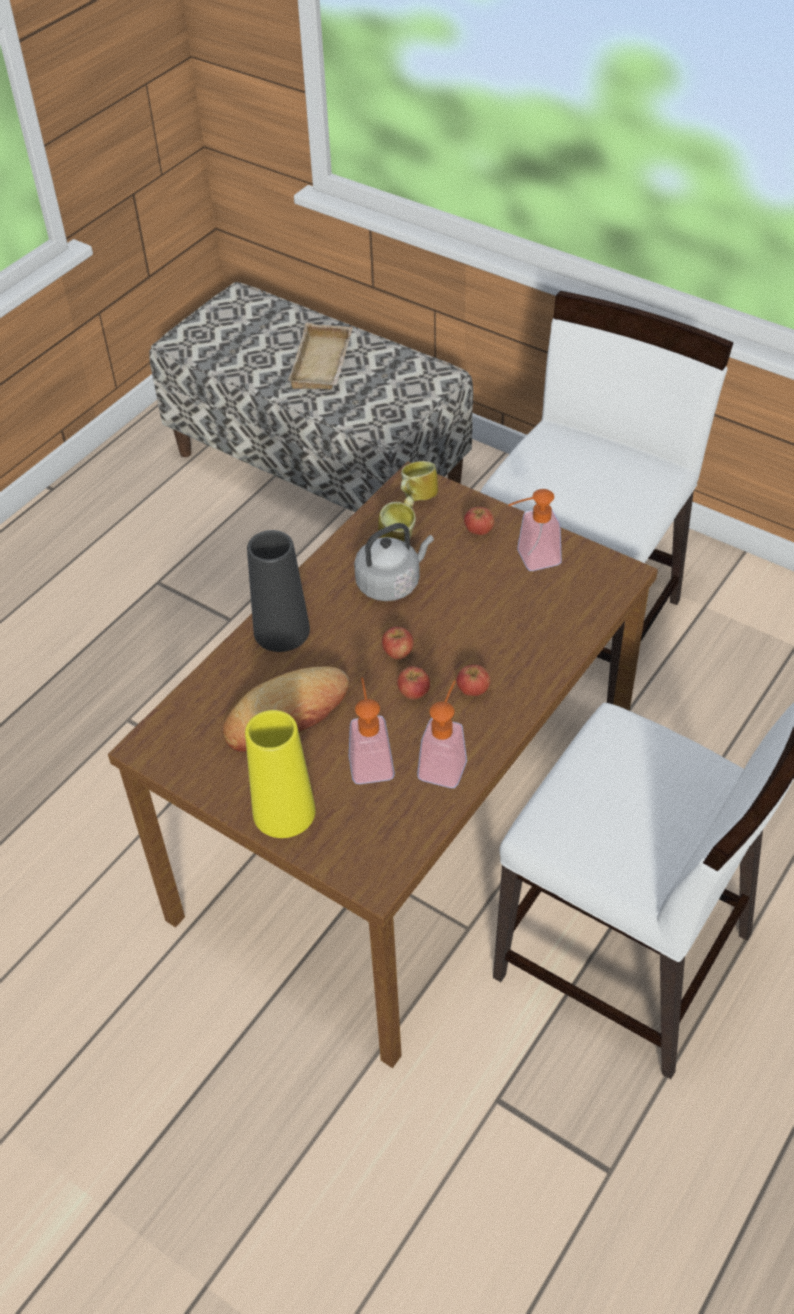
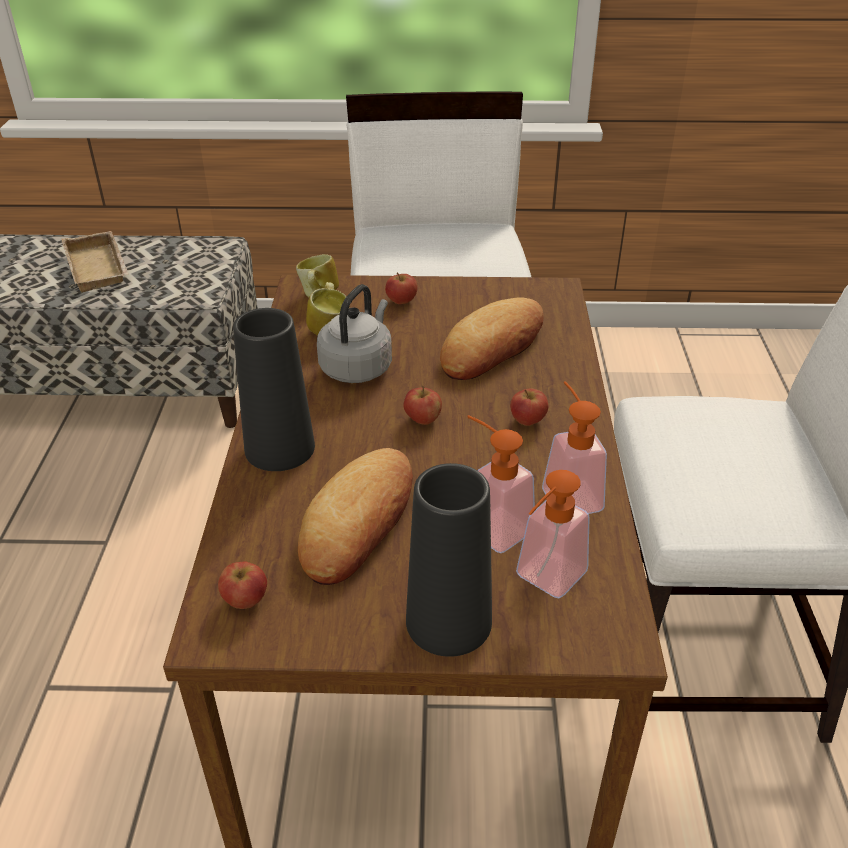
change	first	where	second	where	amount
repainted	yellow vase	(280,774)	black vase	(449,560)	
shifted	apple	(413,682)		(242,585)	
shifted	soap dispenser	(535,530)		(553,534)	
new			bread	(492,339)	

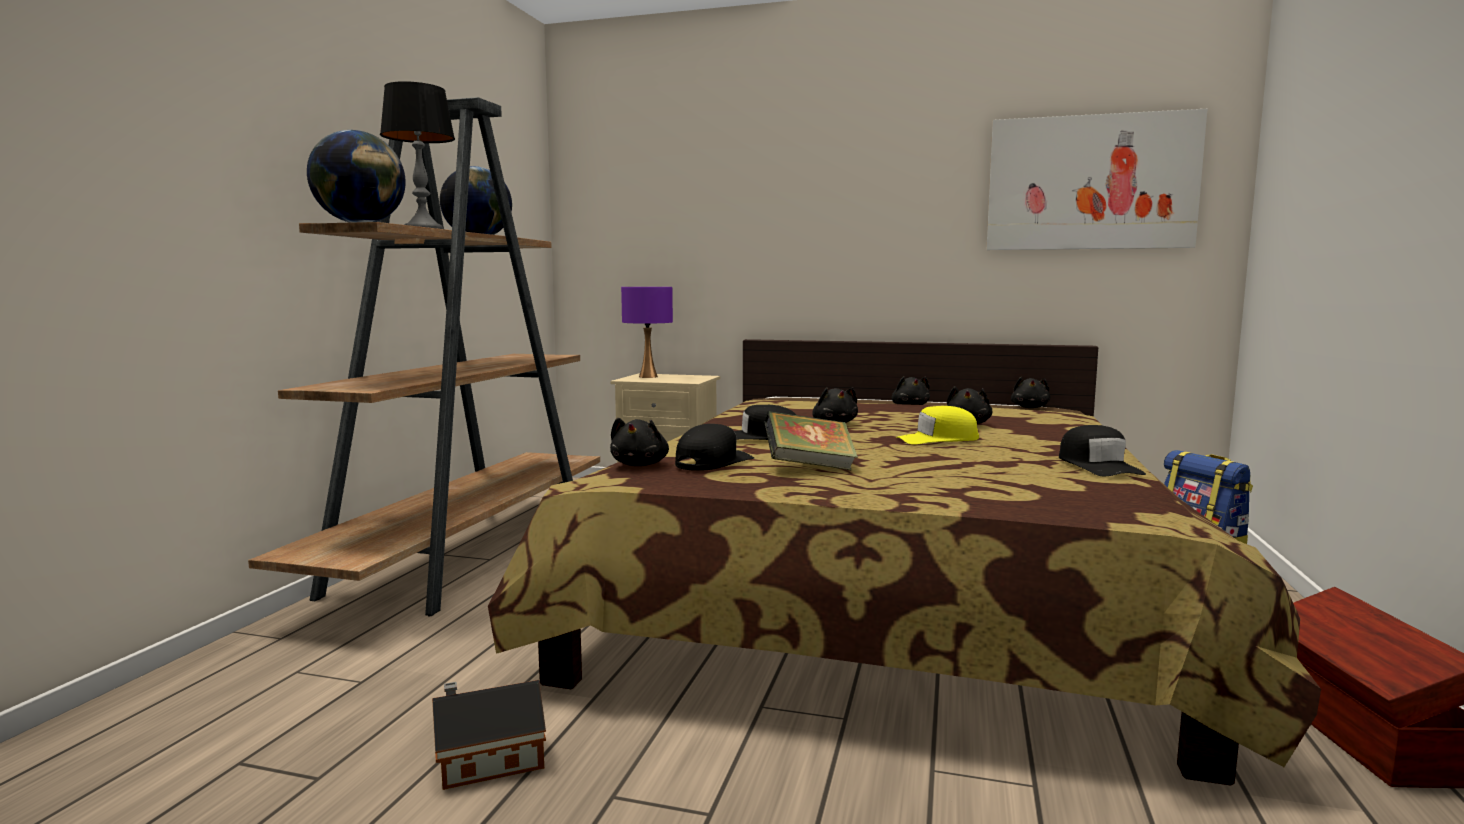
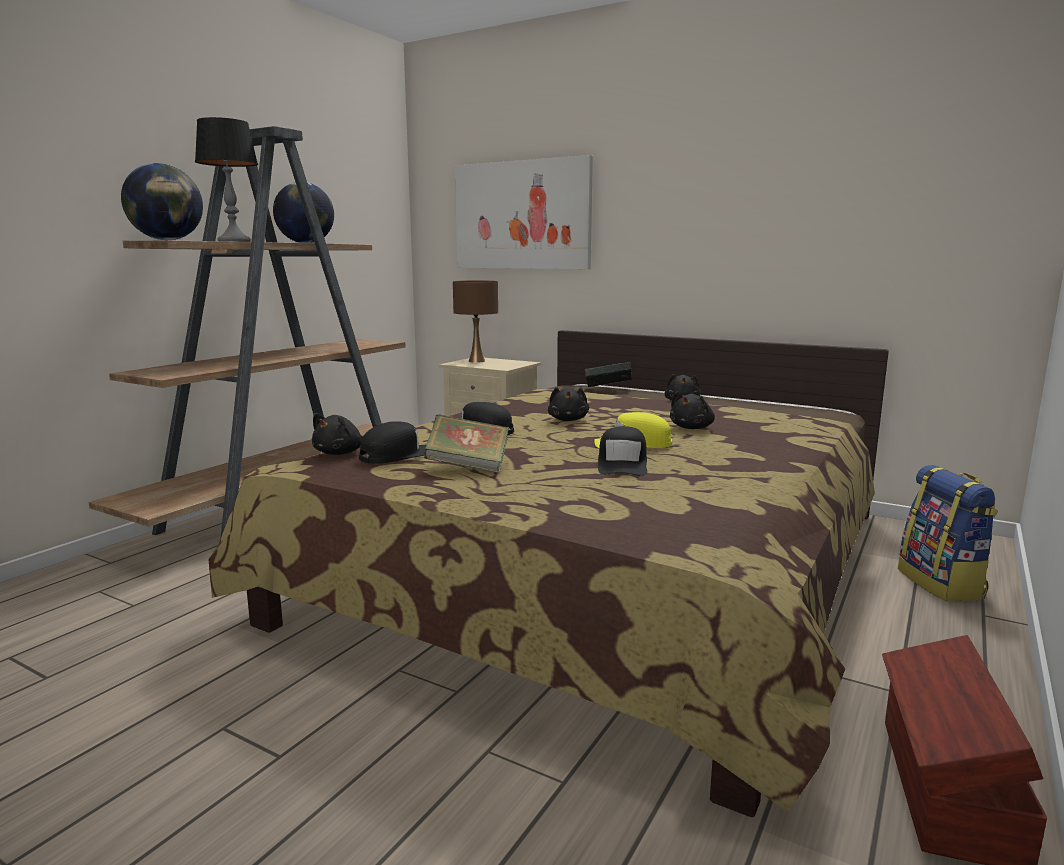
change	first	where	second	where	amount
gone	toy house	(489,735)			
repainted	purple table lamp	(647,332)	brown table lamp	(475,322)	
shifted	picture	(1097,179)		(524,212)	
gone	black plush toy	(1030,392)			
shifted	black cap	(1102,450)		(622,451)	
new			book	(608,374)	

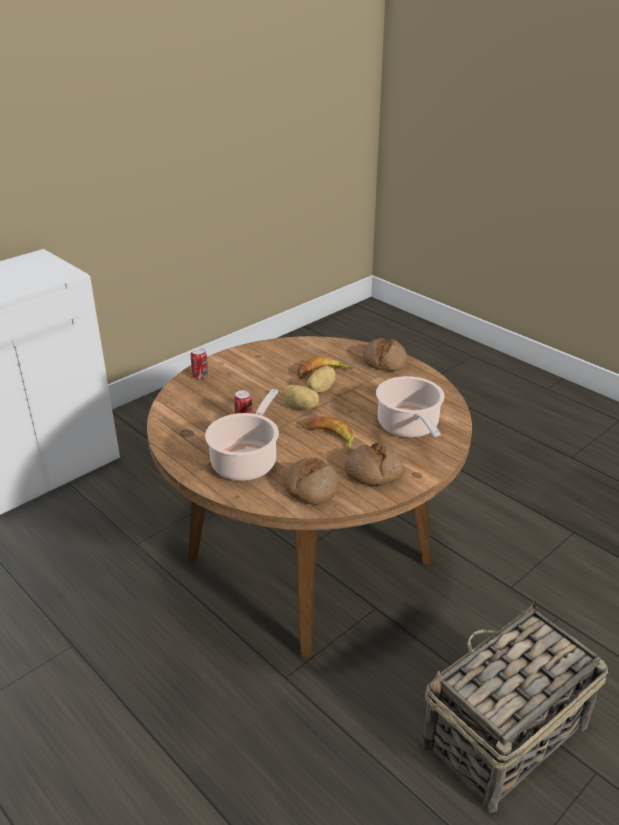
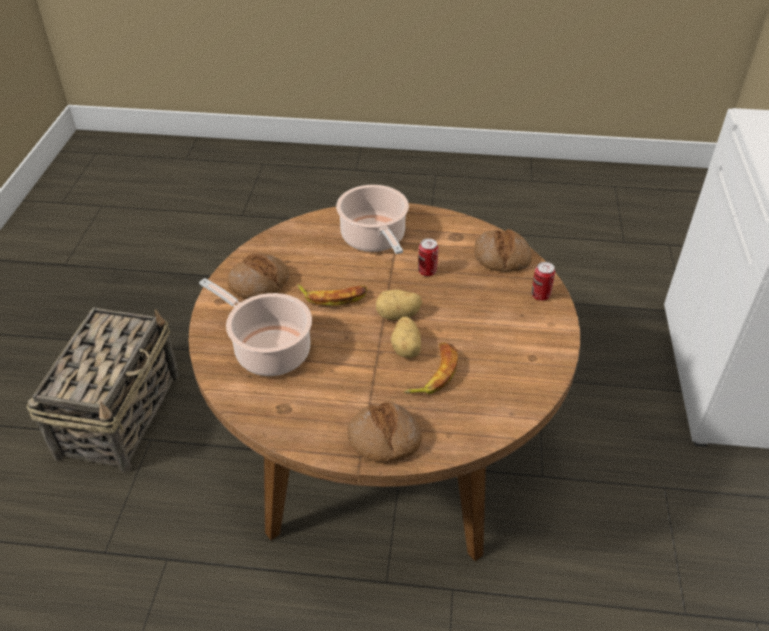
change	first	where	second	where	amount
shifted	bread	(311,481)		(503,250)	

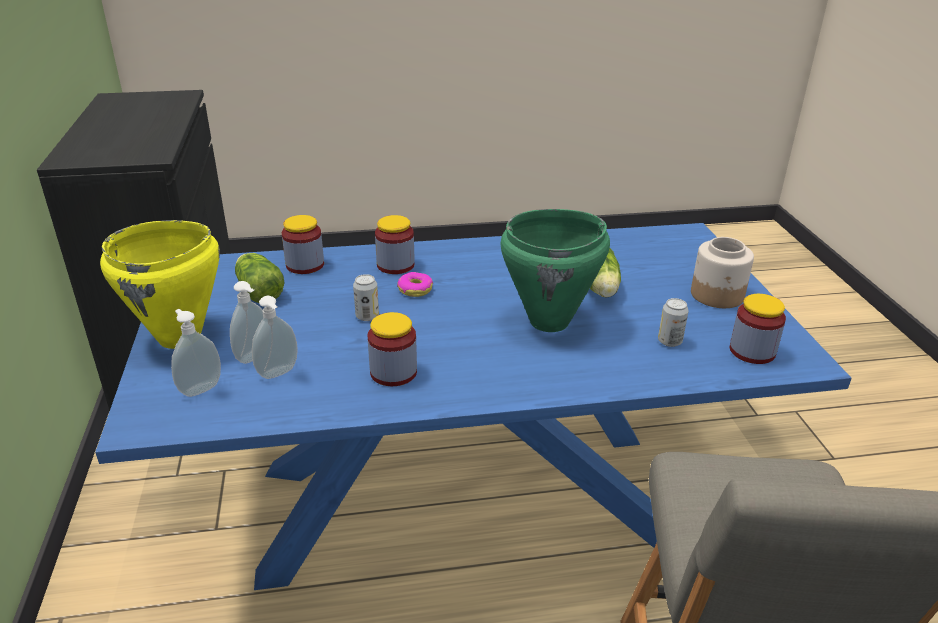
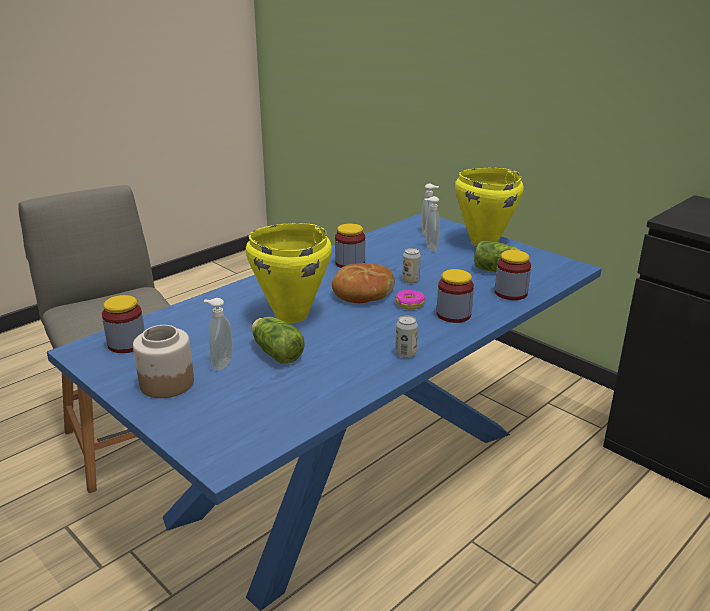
change	first	where	second	where	amount
shifted	soap dispenser	(275,337)		(218,334)	
repainted	green cooking pot	(555,270)	yellow cooking pot	(289,273)	
shifted	can	(673,322)		(406,337)	
new			bread	(363,283)	

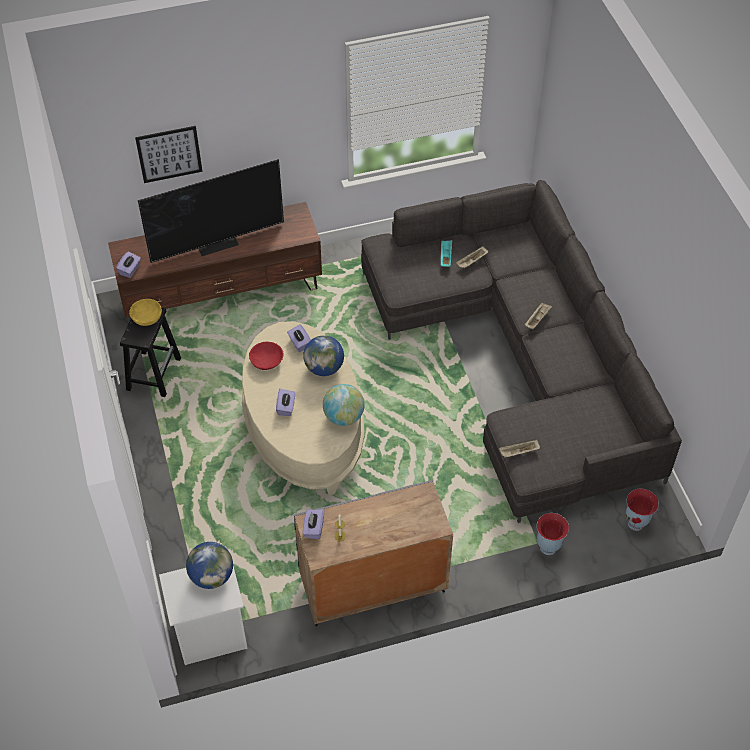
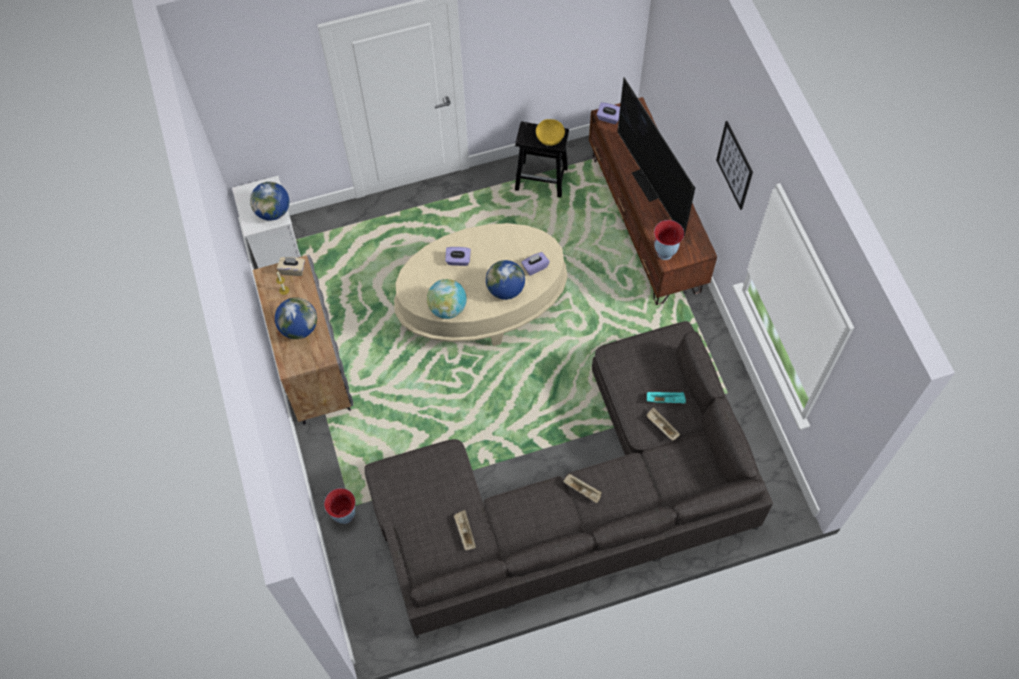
change	first	where	second	where	amount
shifted	picture	(168,154)		(734,165)	
gone	red bowl	(266,356)			
repainted	purple tissue box	(313,524)	beige tissue box	(291,266)	
shifted	beige tray	(519,449)		(465,530)	
shifted	vase	(642,510)		(669,240)	
new			globe	(296,318)	

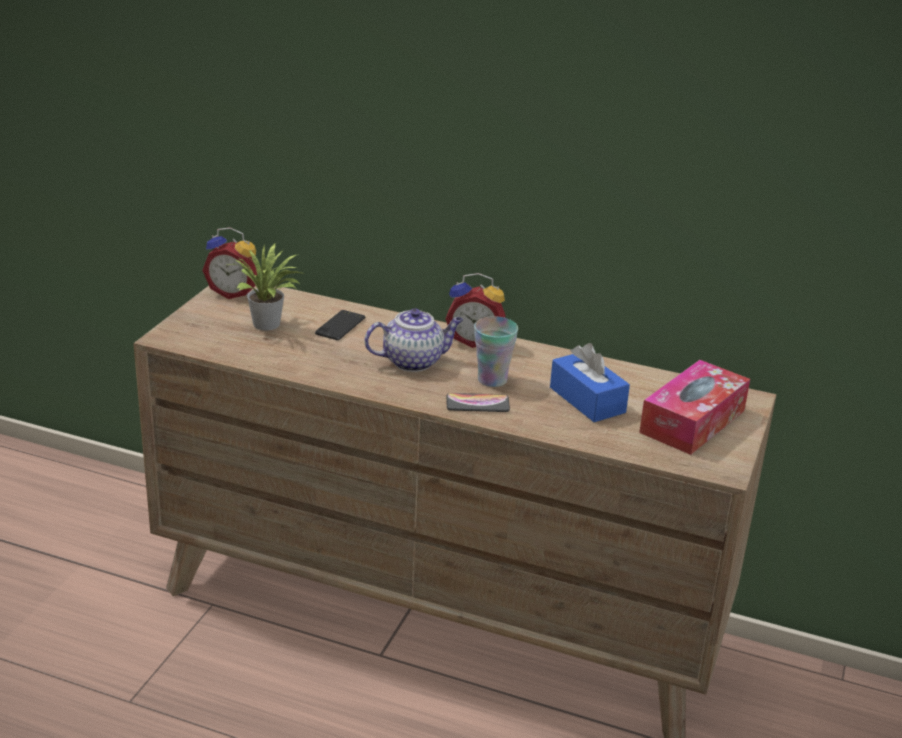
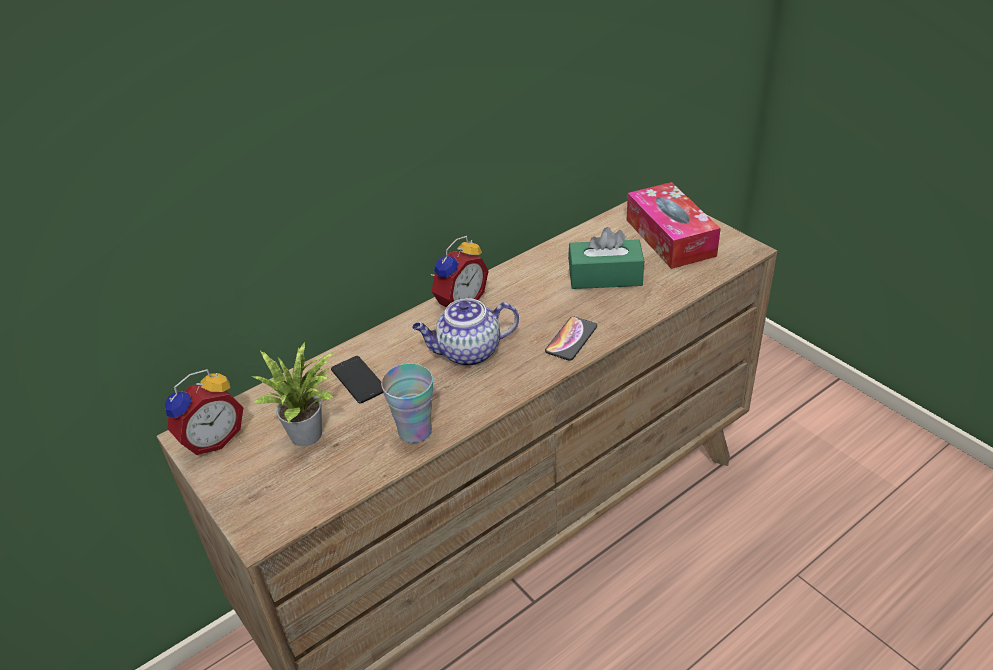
change	first	where	second	where	amount
rotated	teapot	(413,340)		(465,332)	120 degrees counterclockwise
shifted	cup	(496,351)		(407,403)	
repainted	blue tissue box	(590,382)	green tissue box	(606,258)	

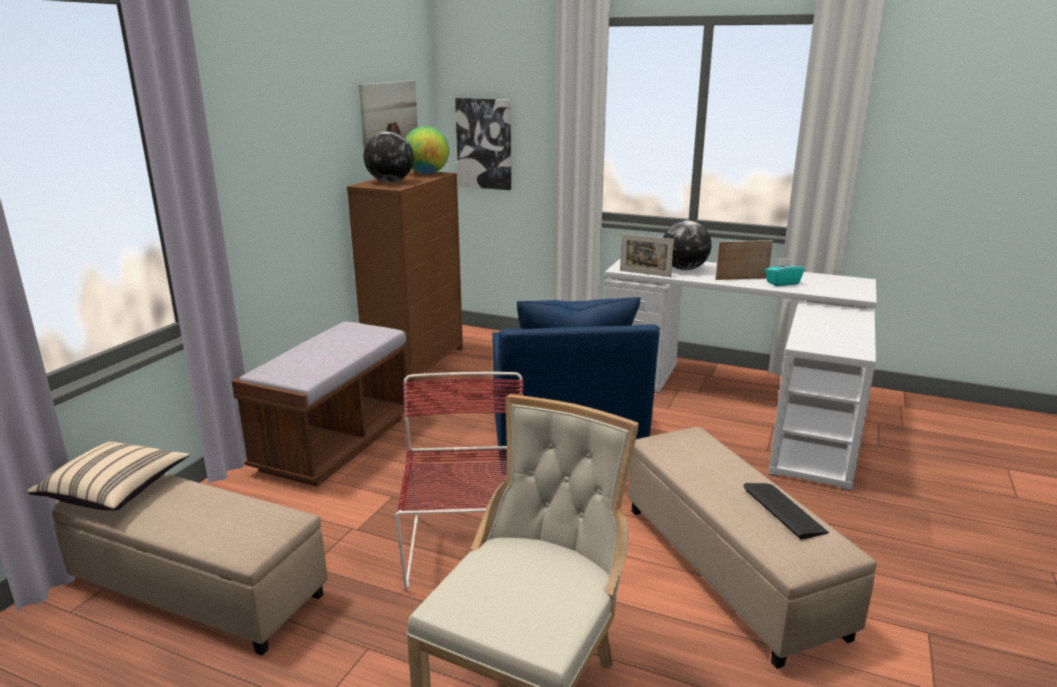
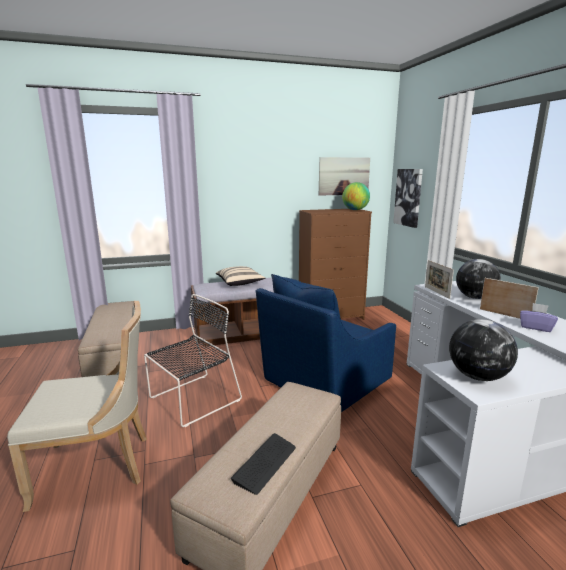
change	first	where	second	where	amount
shifted	beige pillow	(108,476)		(240,276)	
shifted	globe	(389,157)		(483,350)	
repainted	red chair	(459,480)	black chair	(193,360)	
repainted	turquoise tissue box	(785,271)	purple tissue box	(539,317)	

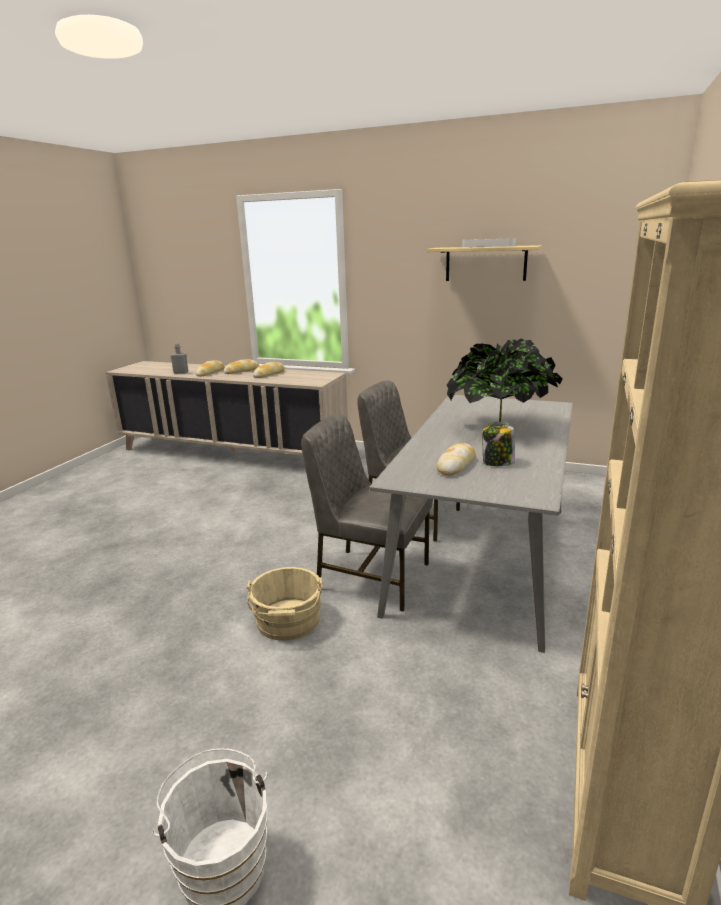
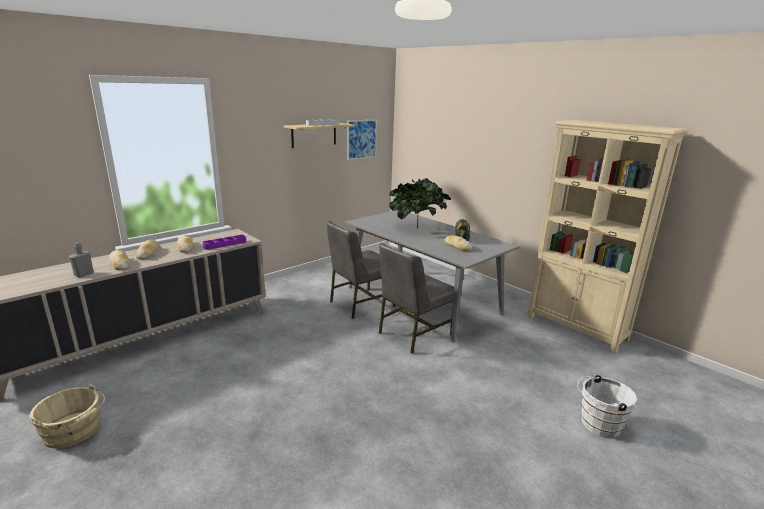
change	first	where	second	where	amount
shifted	beige bucket	(284,604)		(67,416)	
new			purple tray	(224,242)	
new			picture	(362,139)	

